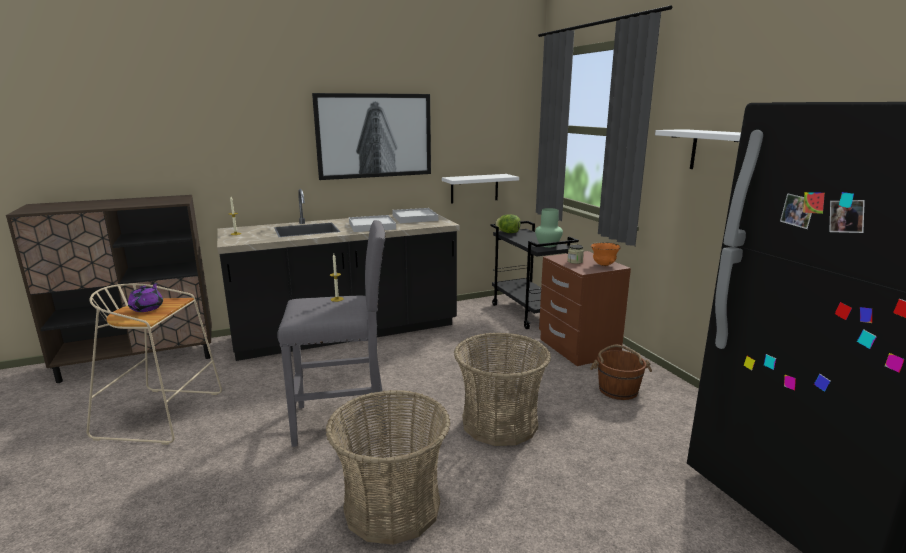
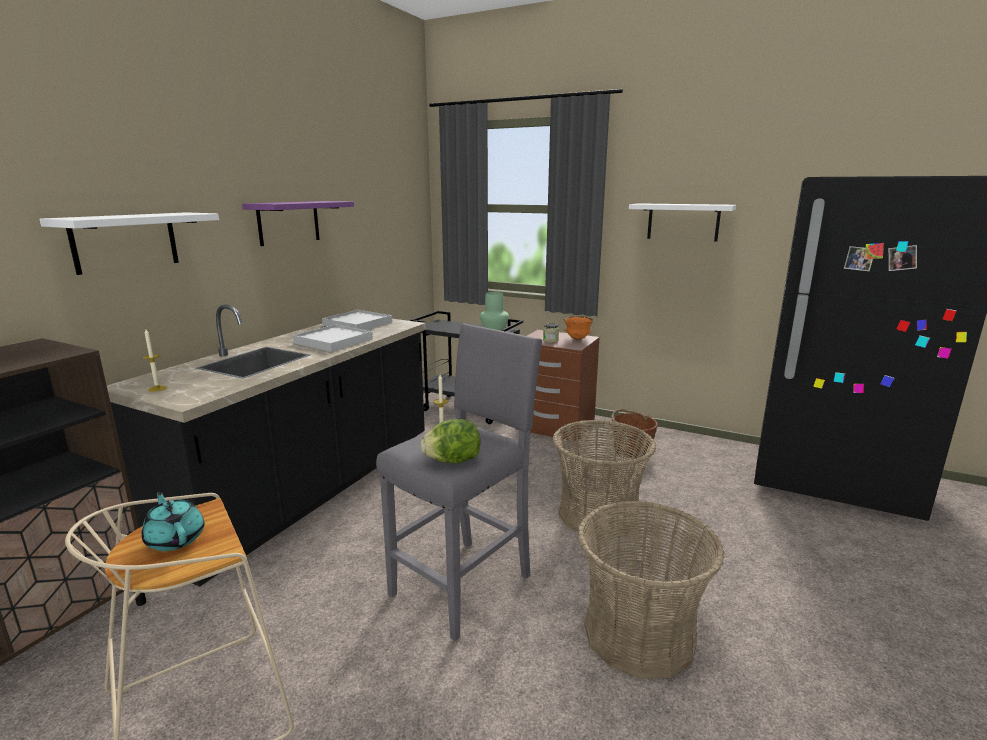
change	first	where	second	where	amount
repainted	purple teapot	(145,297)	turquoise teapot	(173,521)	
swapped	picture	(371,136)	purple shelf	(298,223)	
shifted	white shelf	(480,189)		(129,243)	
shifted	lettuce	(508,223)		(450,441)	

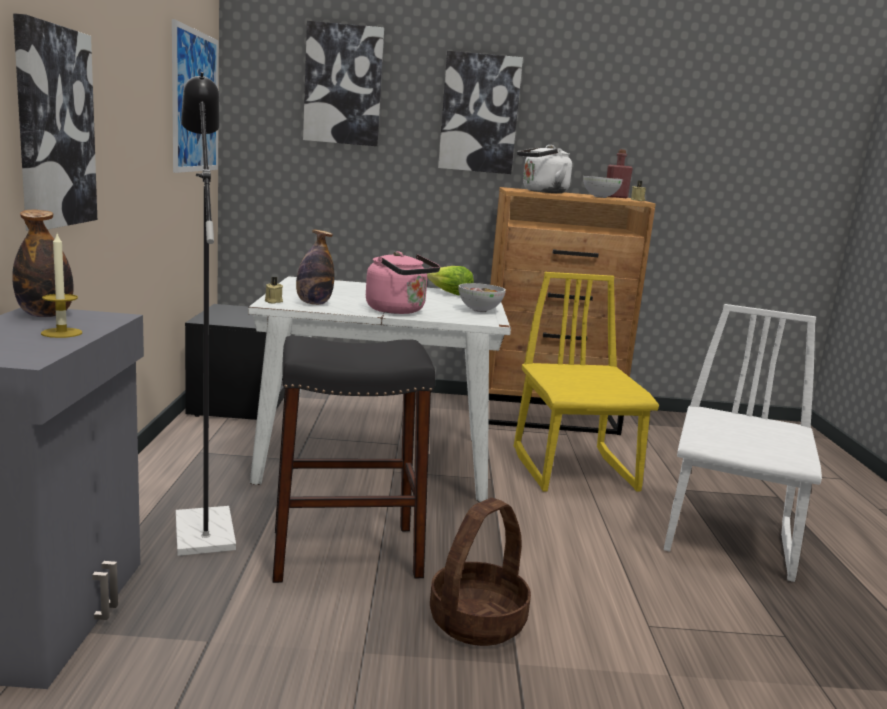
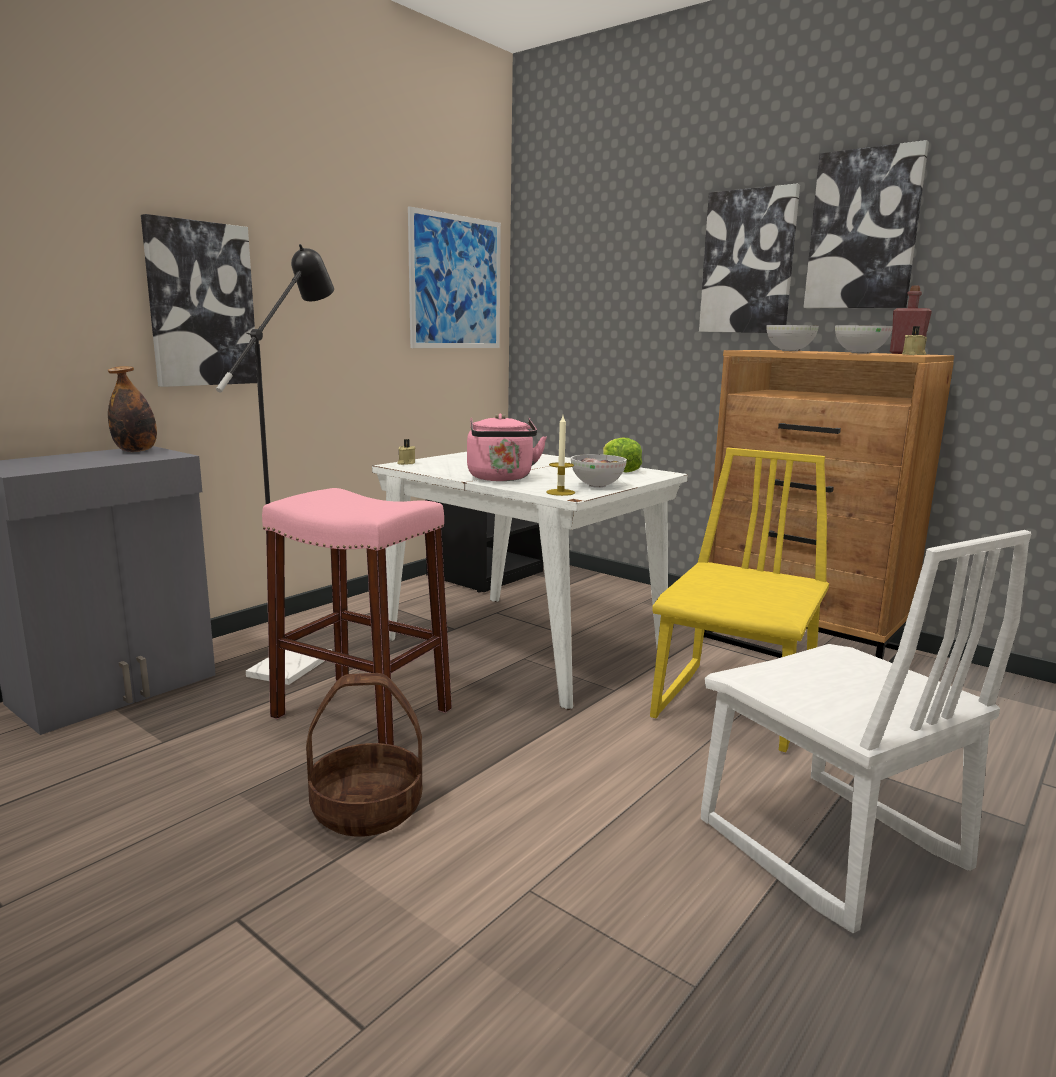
change	first	where	second	where	amount
shifted	candle	(61,286)		(560,456)	
repainted	black stool	(353,459)	pink stool	(357,616)	
gone	bottle	(315,267)			
shifted	picture	(343,83)		(866,224)	
swapped	white kettle	(544,169)	bowl	(792,338)	
rotated	white chair	(743,443)		(866,731)	90 degrees clockwise

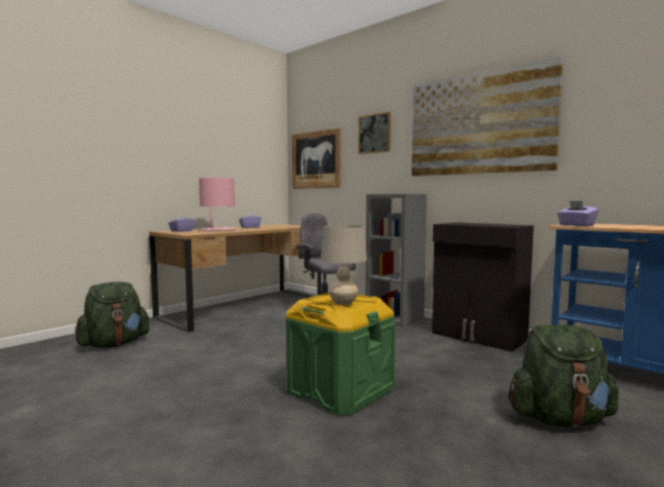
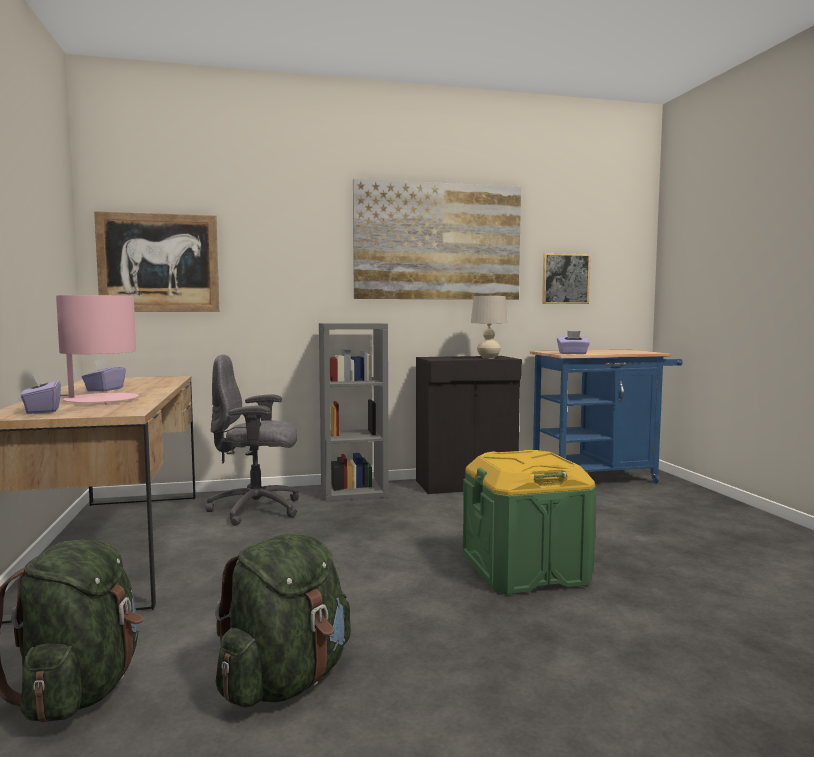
change	first	where	second	where	amount
shifted	beige table lamp	(344,265)		(489,327)	
shifted	picture	(374,133)		(566,278)	
shifted	green backpack	(564,376)		(283,620)	

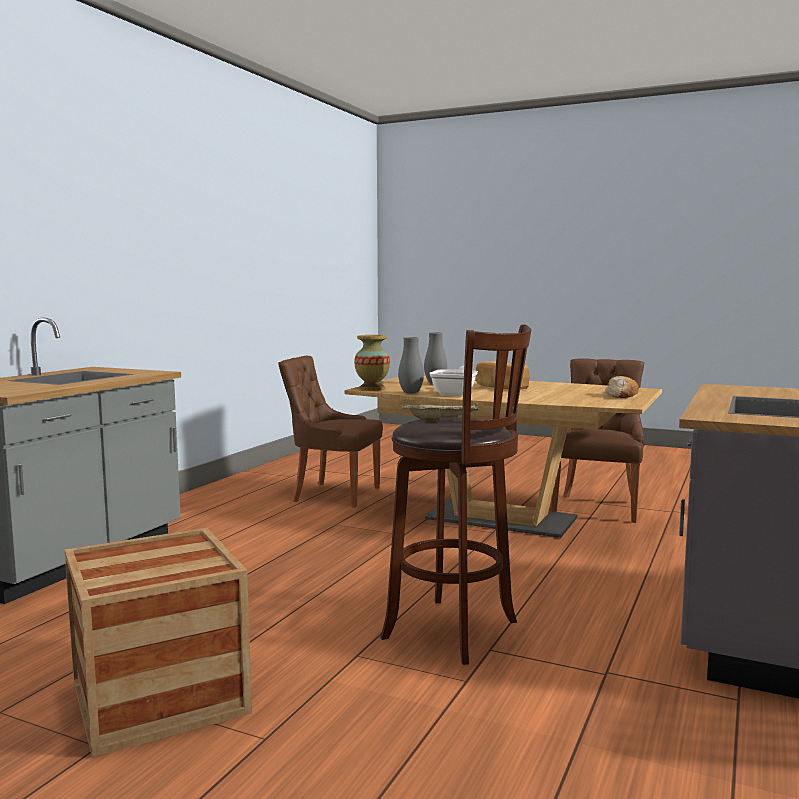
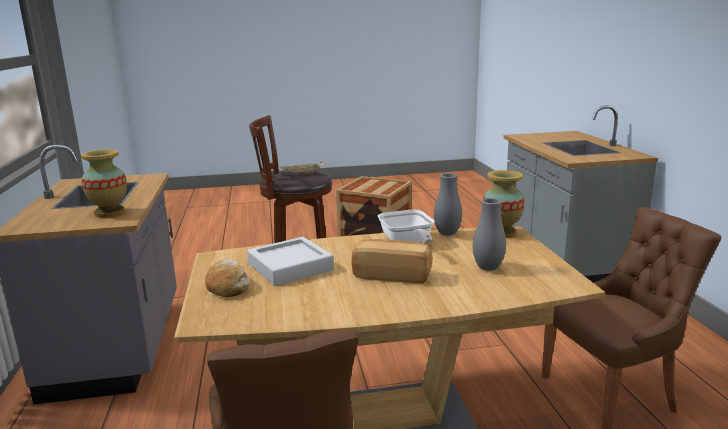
change	first	where	second	where	amount
new			vase	(104,183)	
new			grey tray	(290,261)	

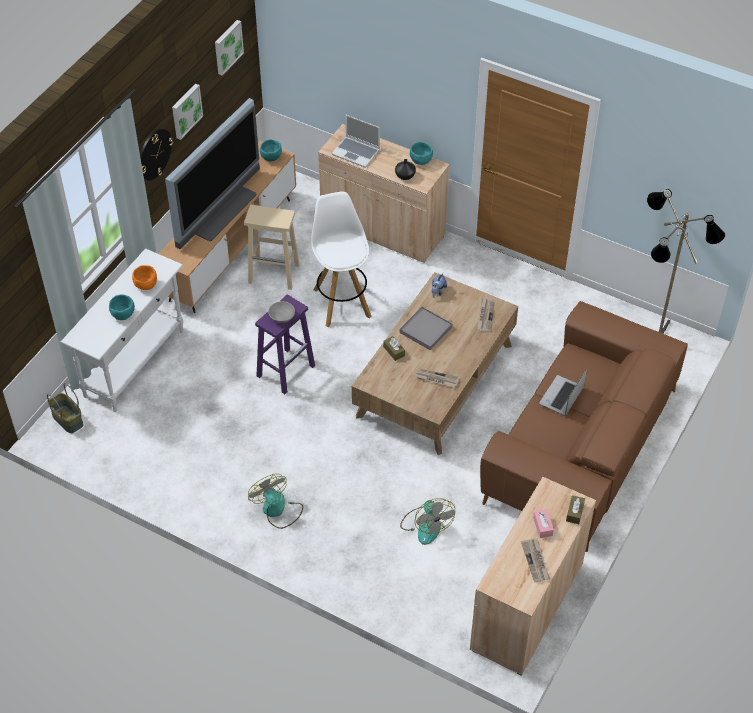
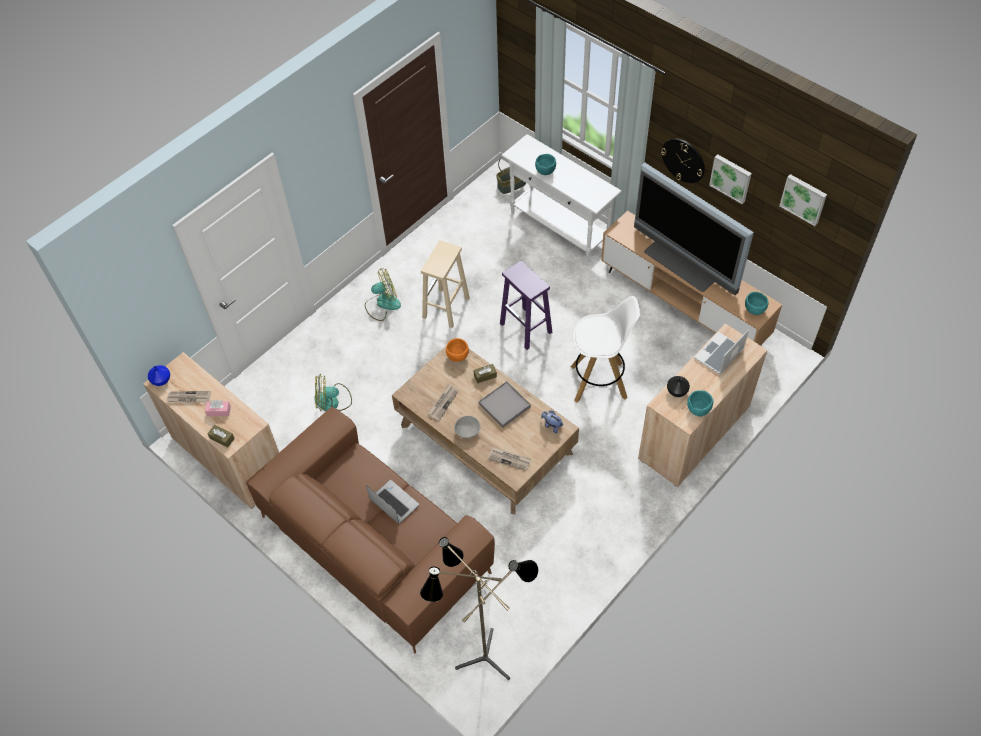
change	first	where	second	where	amount
shifted	orange bowl	(144,277)		(457,350)	
shifted	beige stool	(272,247)		(445,284)	
shifted	grey bowl	(281,312)		(467,427)	
new			blue vase	(159,375)	

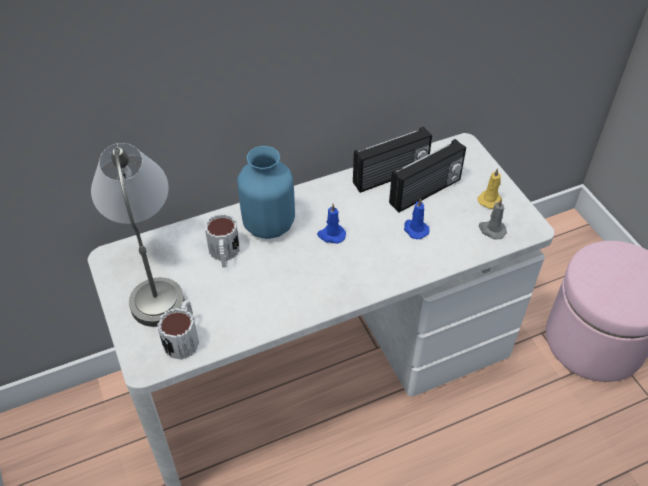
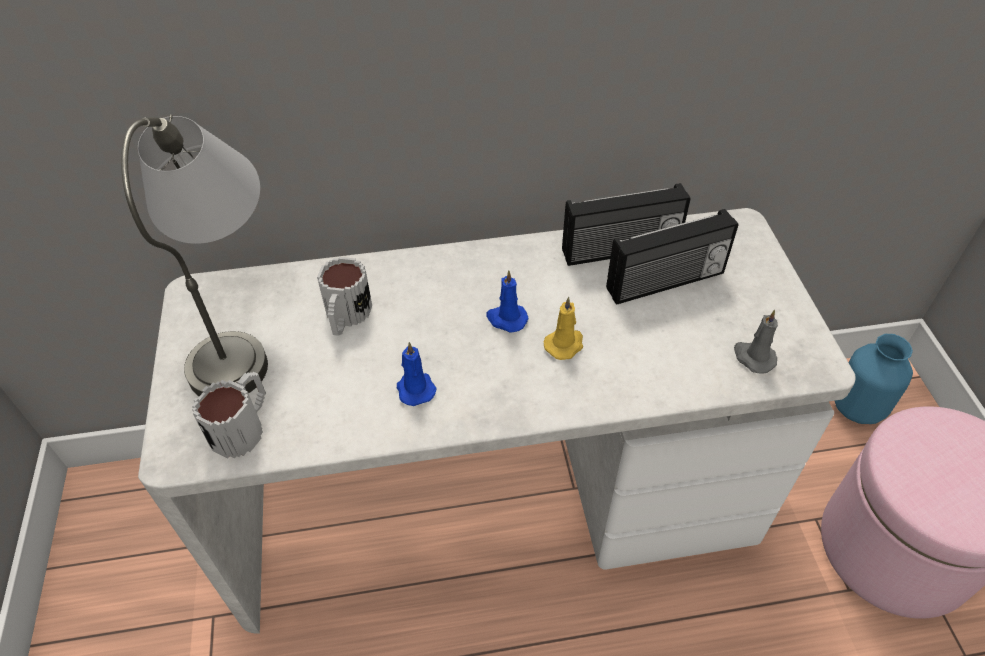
change	first	where	second	where	amount
shifted	blue vase	(266,192)		(874,379)	
shifted	blue candle	(417,218)		(417,374)	
shifted	yellow candle	(490,188)		(563,328)	

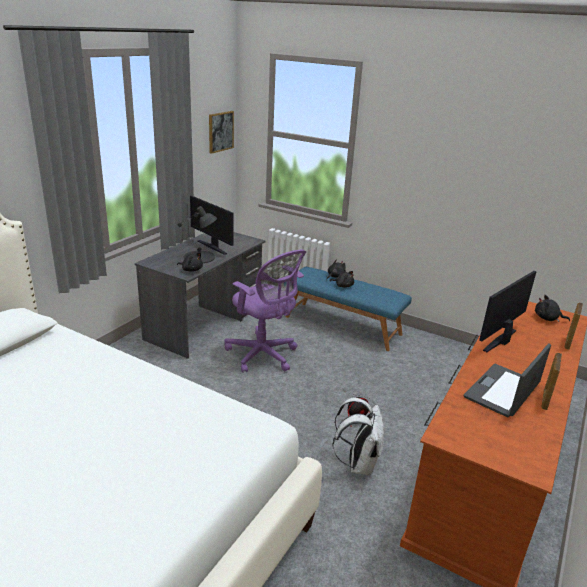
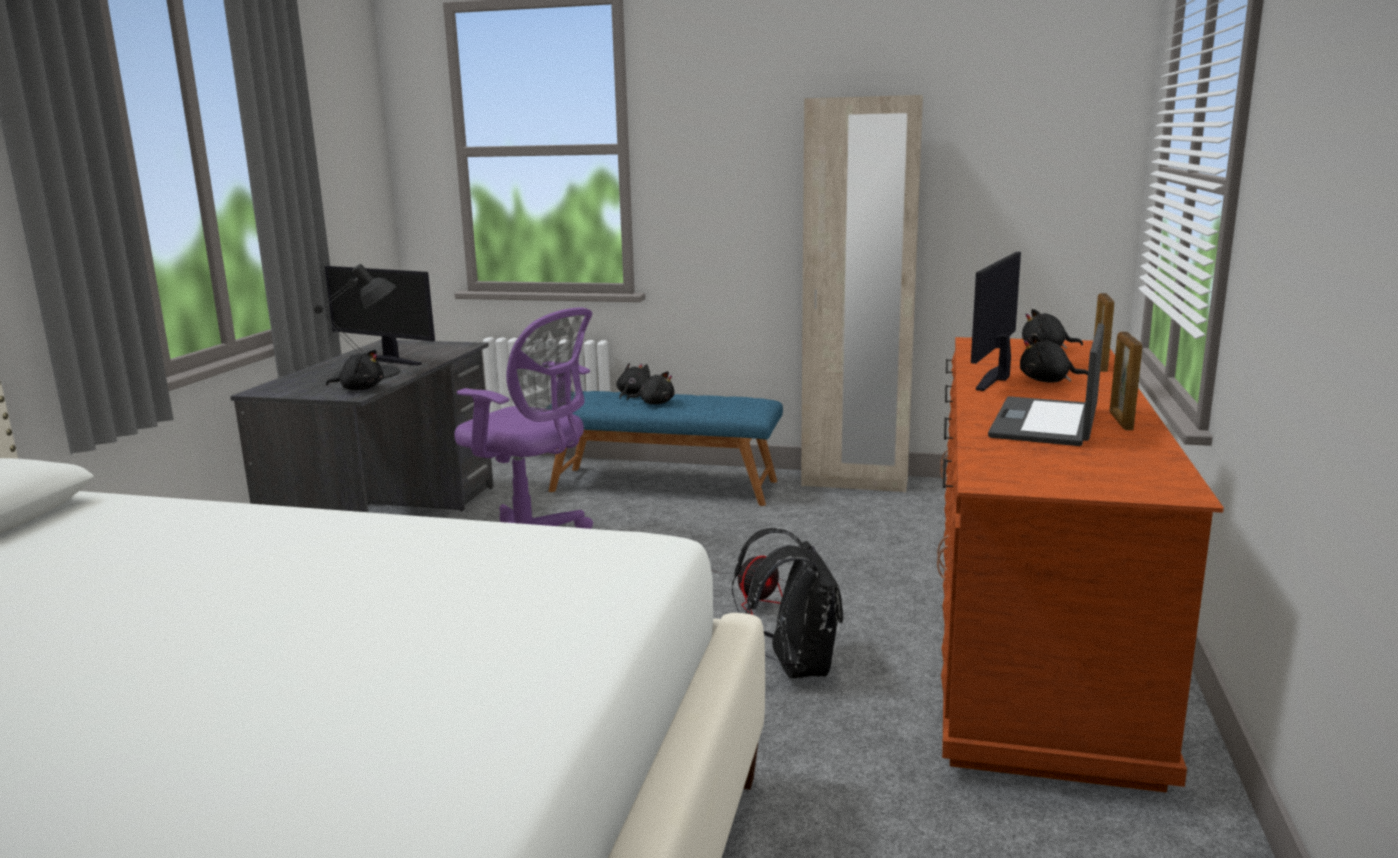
change	first	where	second	where	amount
gone	picture	(221,132)			
repainted	white backpack	(358,437)	black backpack	(787,603)	
new			beige wardrobe	(862,293)	
new			black plush toy	(1054,358)	

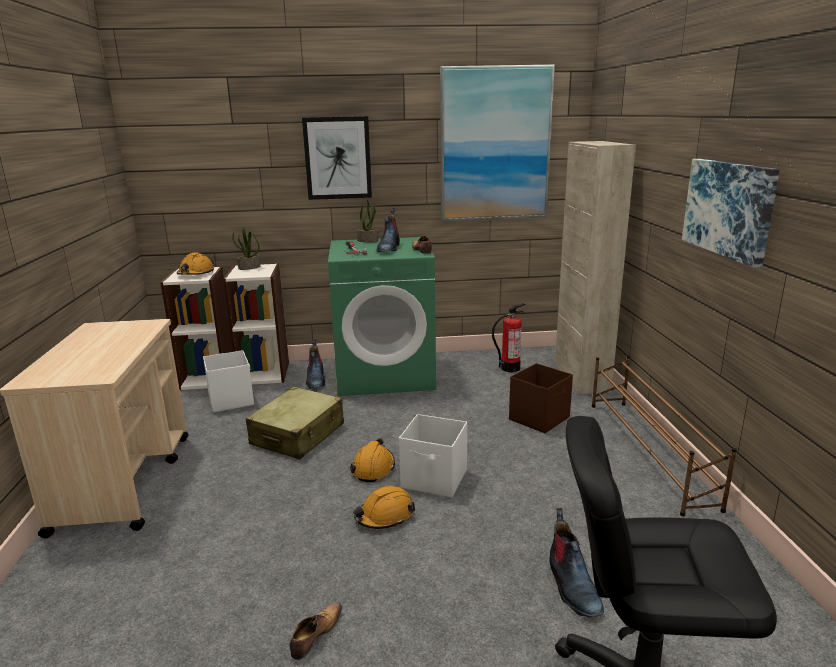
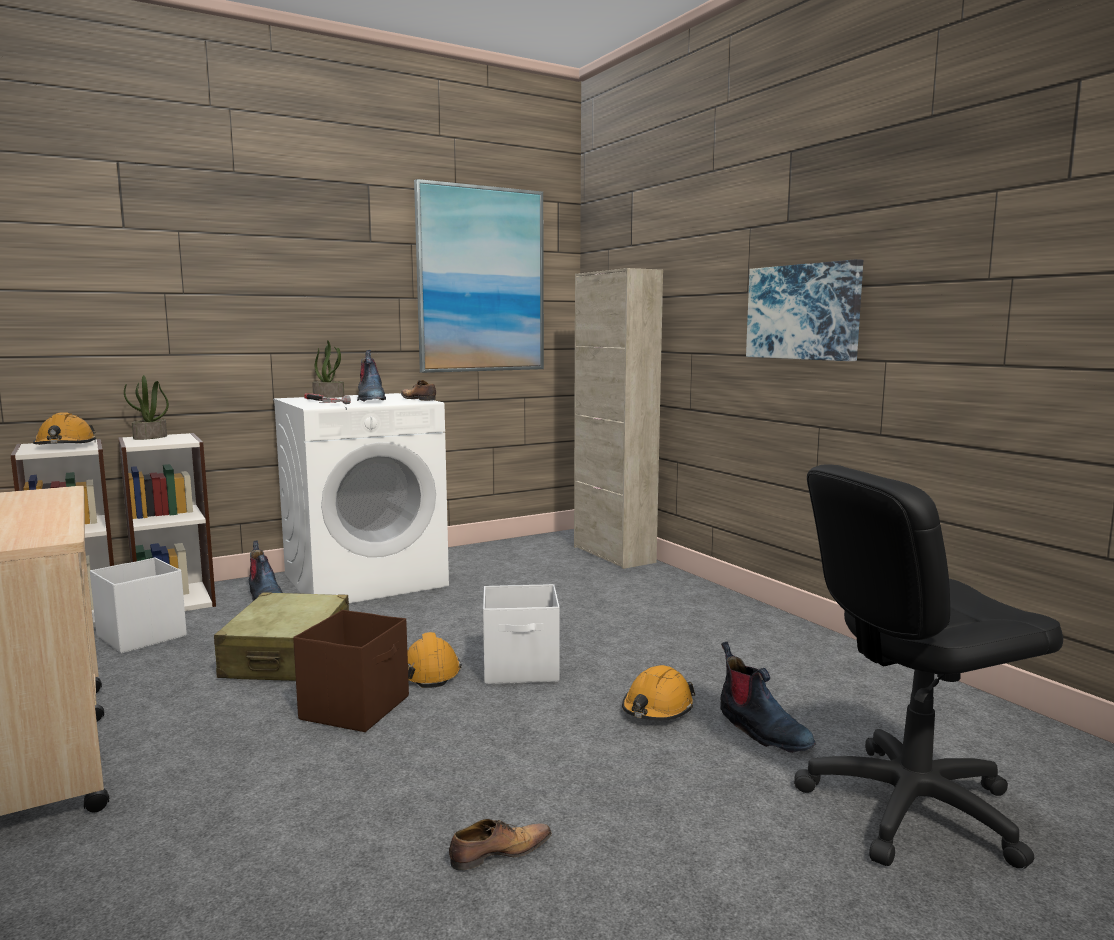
change	first	where	second	where	amount
rotated	shoe	(316,631)		(500,845)	60 degrees clockwise
gone	picture	(337,158)			
repainted	green washing machine	(382,316)	white washing machine	(361,498)	
shifted	orange hard hat	(384,507)		(658,693)	
gone	fire extinguisher	(509,337)			
shifted	brown storage box	(541,398)		(351,671)	
gone	brown shoe rack	(664,436)			

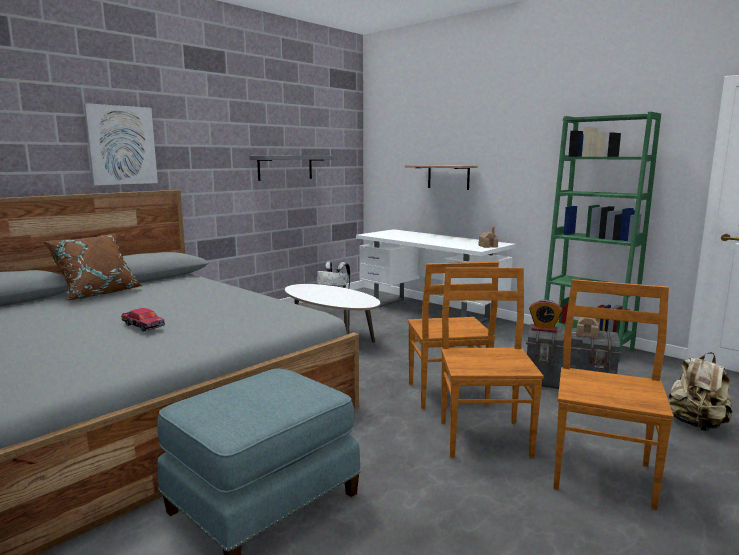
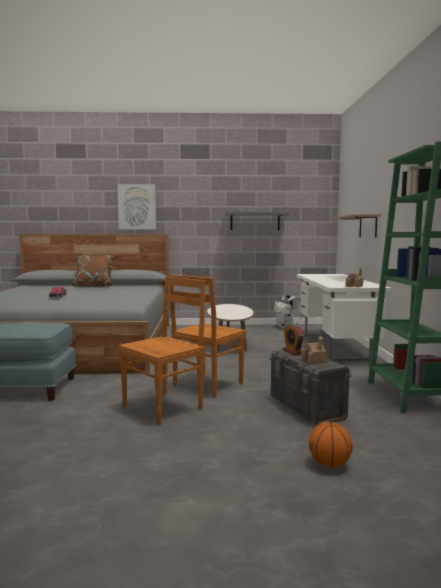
change	first	where	second	where	amount
gone	brown chair	(613,394)			
swapped	beige backpack	(700,391)	basketball	(331,445)	

